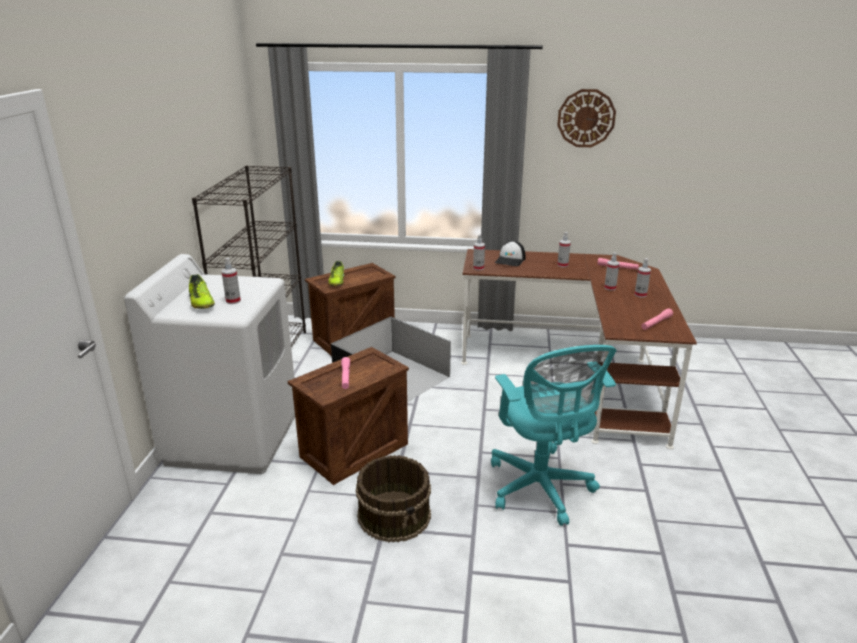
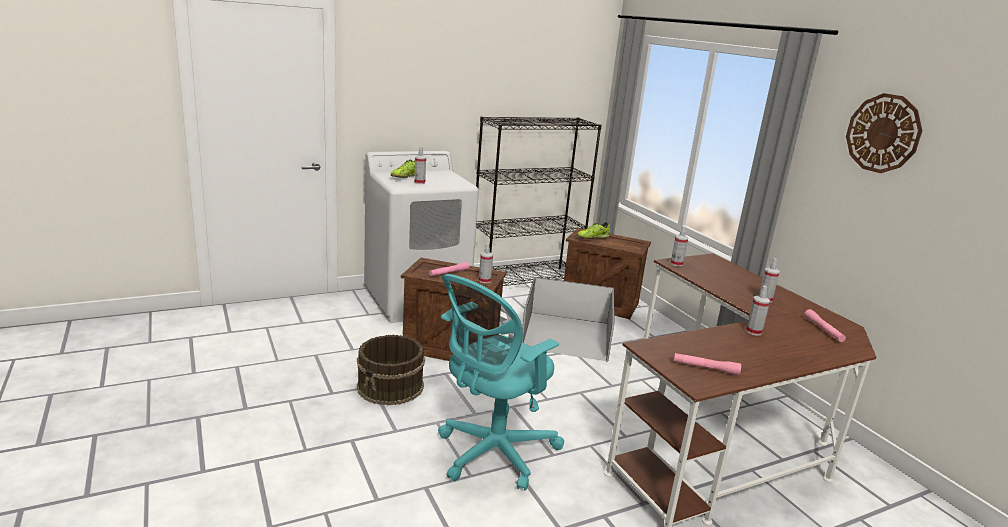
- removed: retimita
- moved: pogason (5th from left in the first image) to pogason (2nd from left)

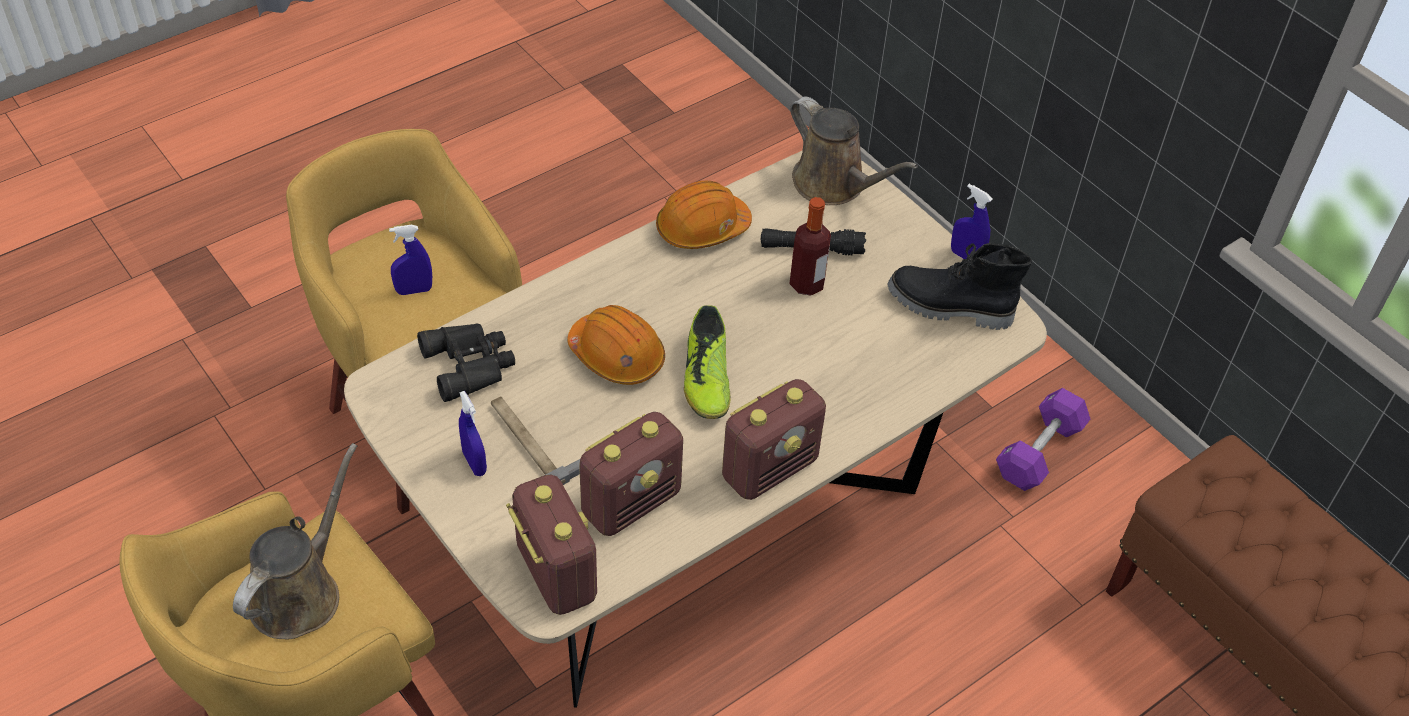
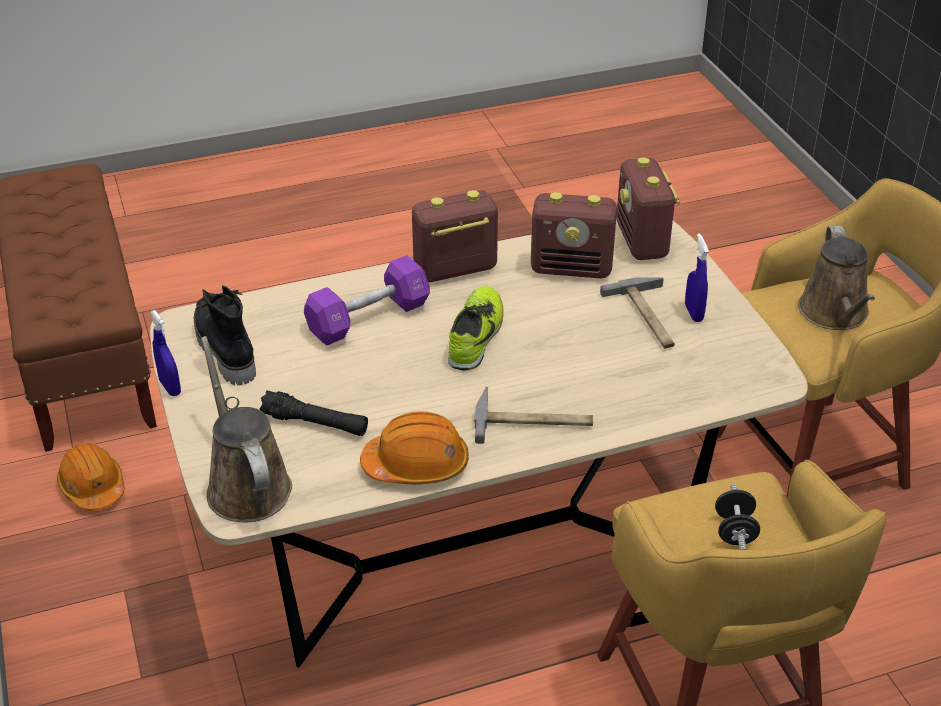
- turned: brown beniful (1st from left in the first image) 45 degrees counterclockwise
- replaced: blue pogason (1st from left) to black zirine
- removed: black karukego
- moved: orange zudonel (1st from left)
- turned: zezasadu (2nd from left) 150 degrees counterclockwise
- removed: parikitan
- turned: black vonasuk 150 degrees counterclockwise
- moved: purple zirine
- added: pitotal (1st from left)

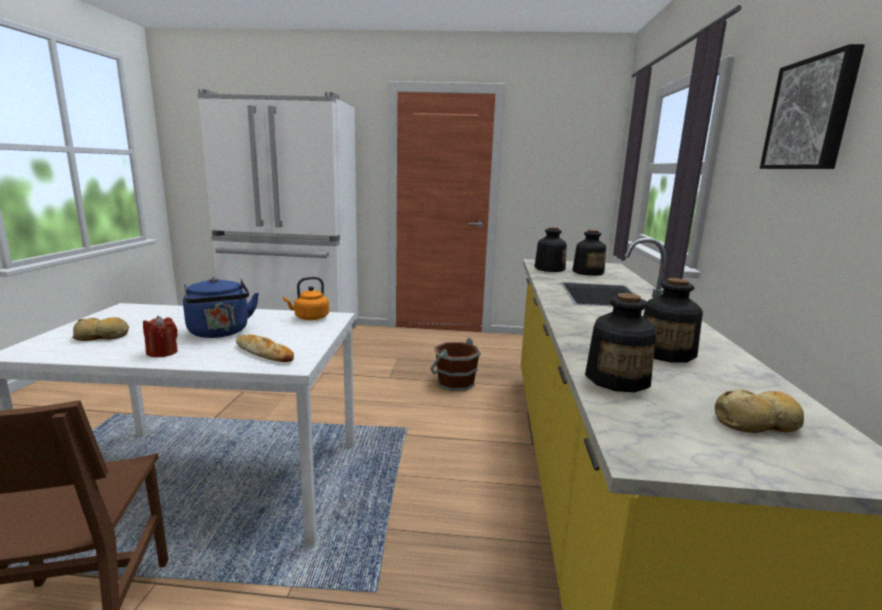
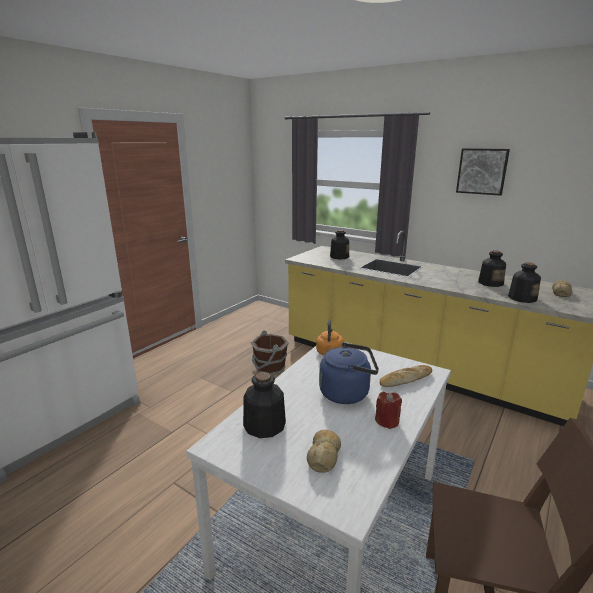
- moved: parikitan (1st from left)

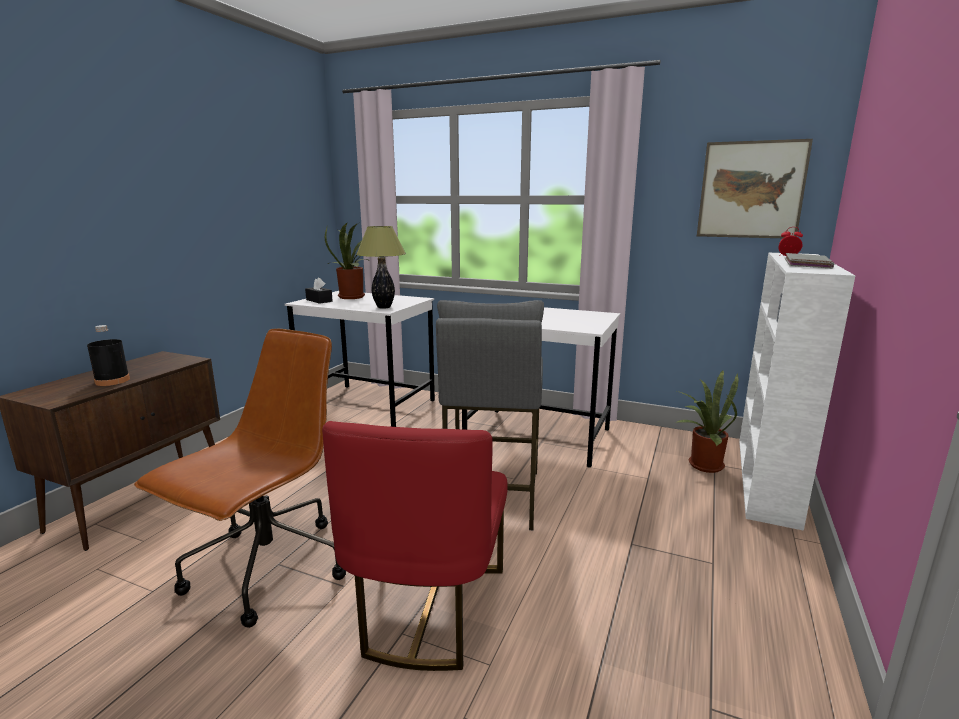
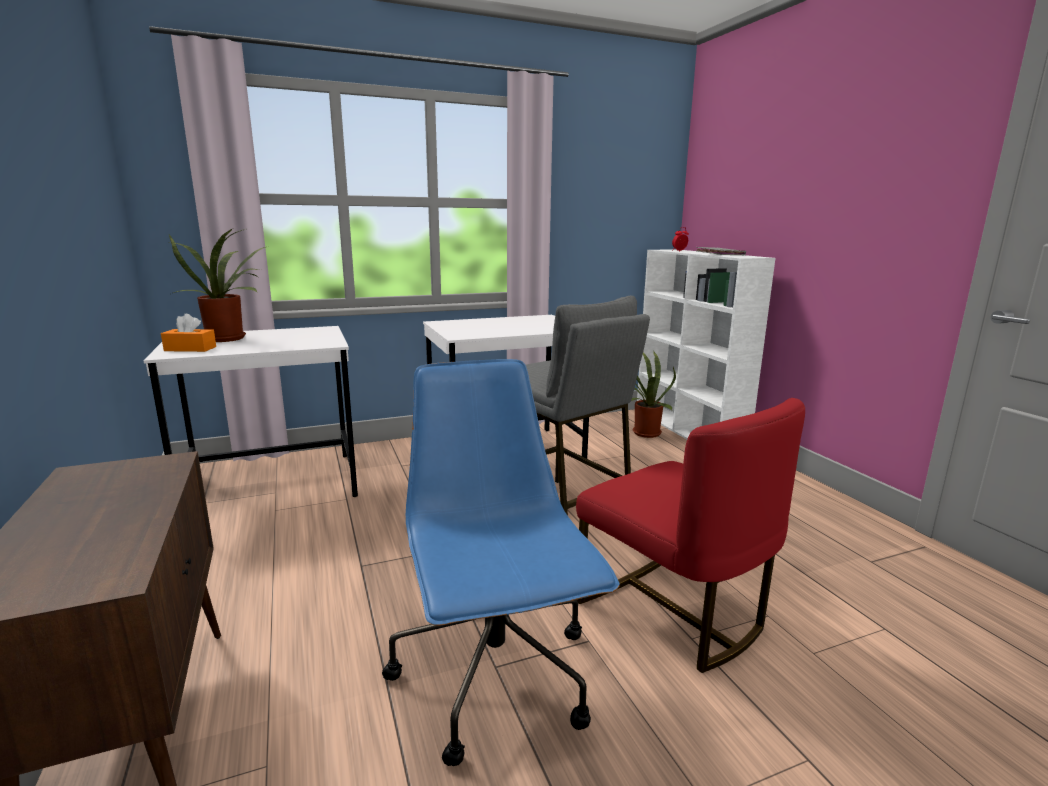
- removed: black parikitan
- recoloured: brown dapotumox to blue dapotumox
- recoloured: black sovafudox to orange sovafudox
- removed: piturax
- removed: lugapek

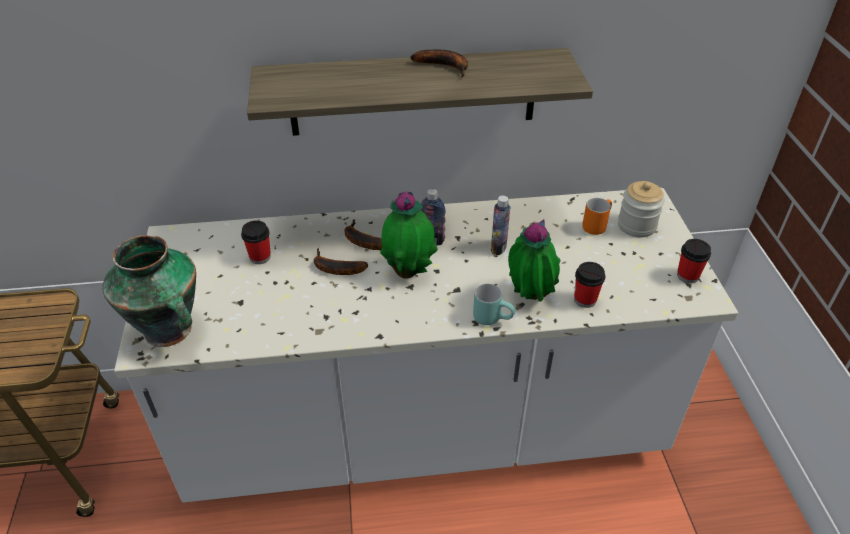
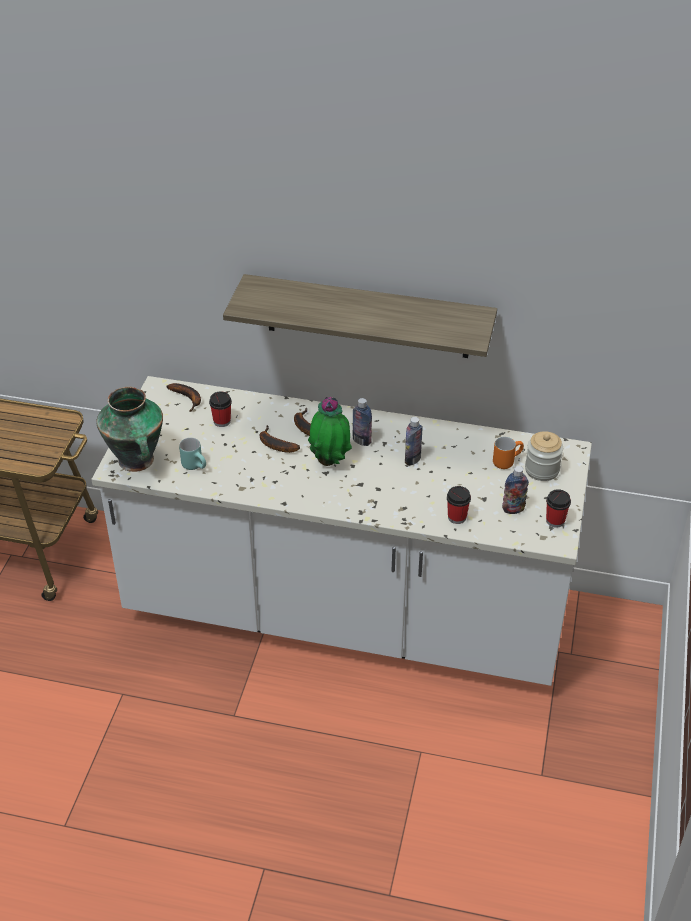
- moved: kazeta (3rd from left in the first image) to kazeta (1st from left)
- moved: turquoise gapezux
- removed: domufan (2nd from left)
- added: parikitan (3rd from left)

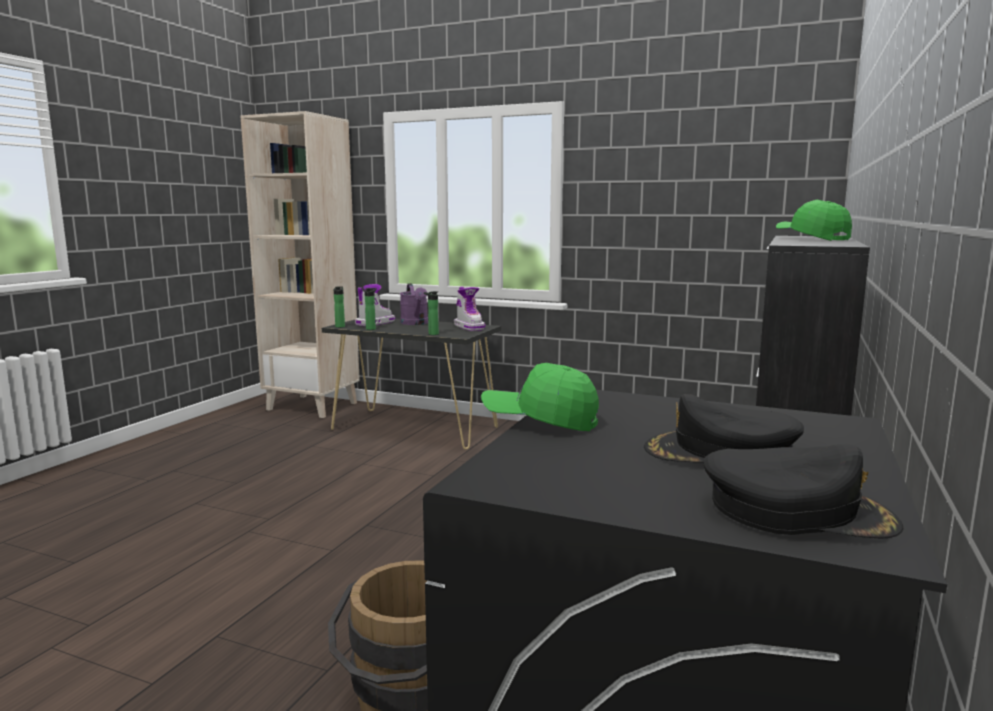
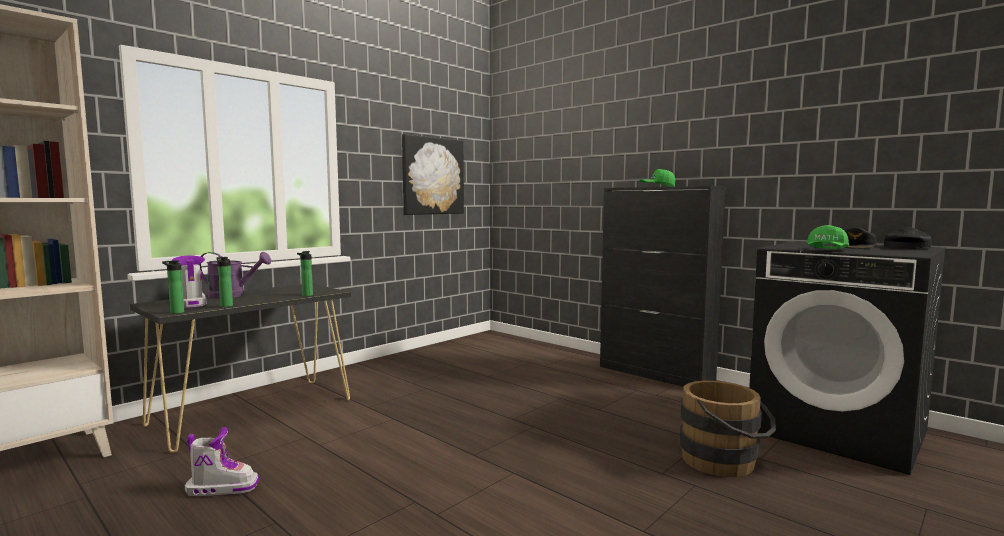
- moved: vonasuk (2nd from left)
- added: lugapek

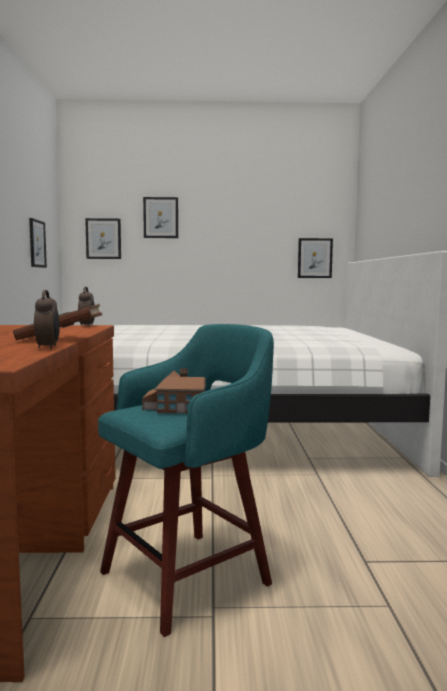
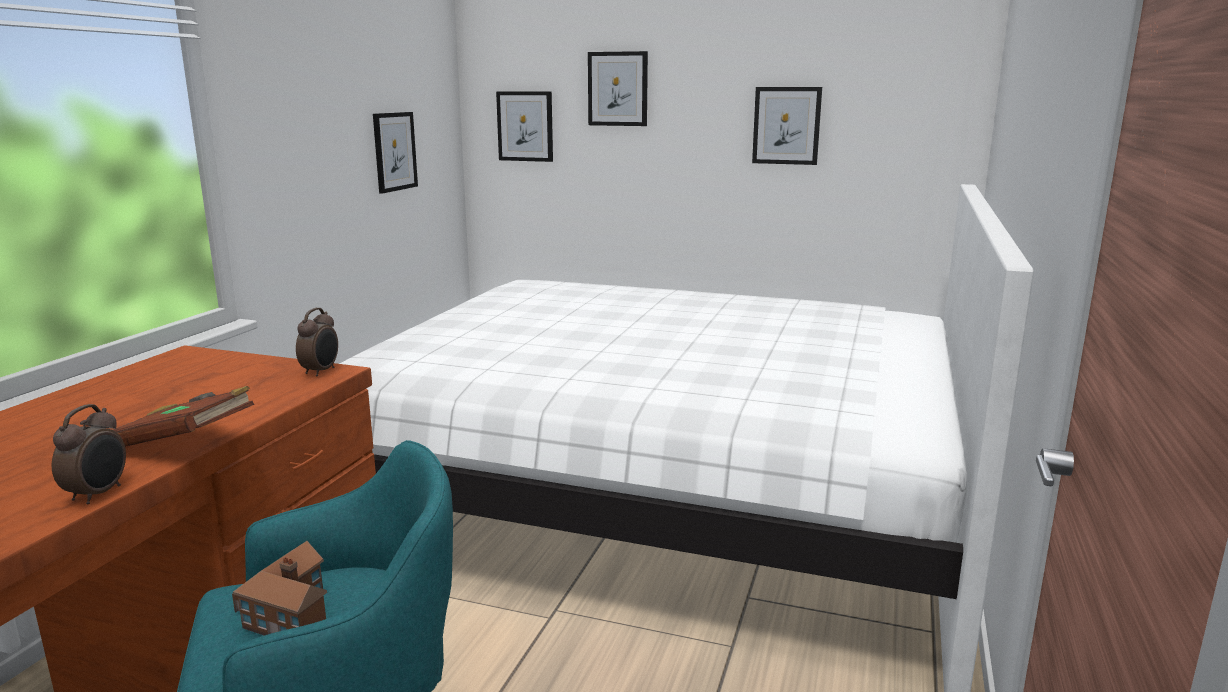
- moved: lugapek (4th from left)

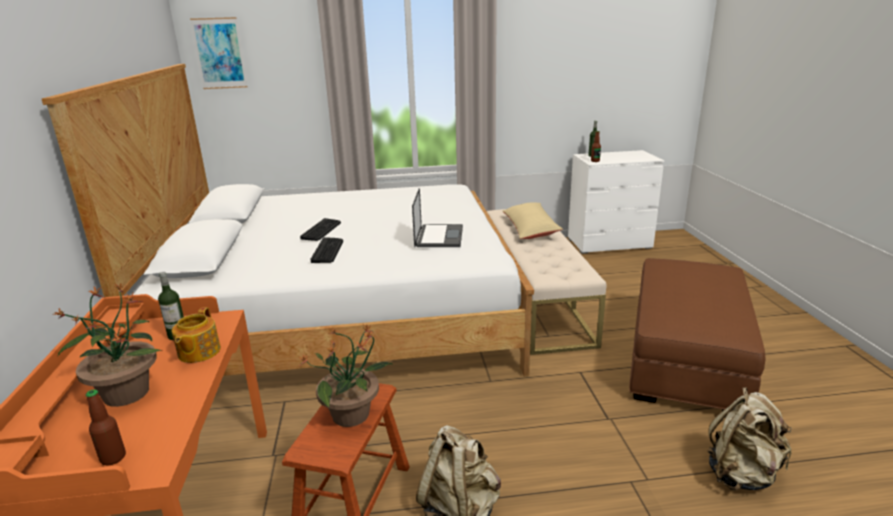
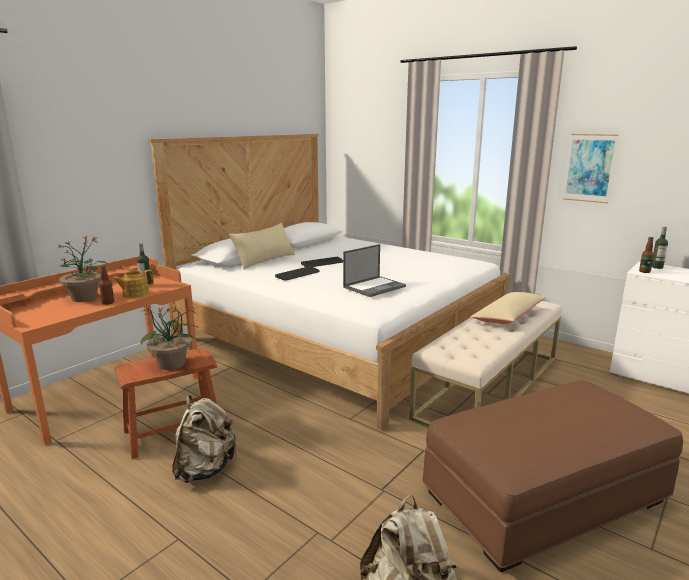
- moved: parikitan (1st from left)
- moved: lugapek
- added: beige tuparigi (1st from left)

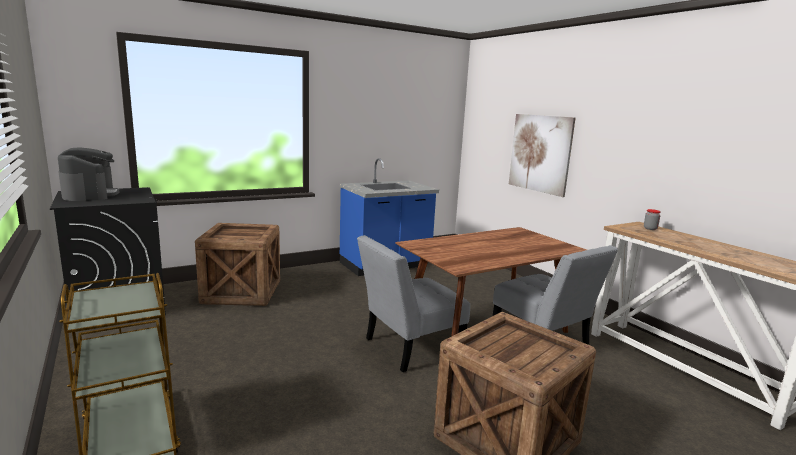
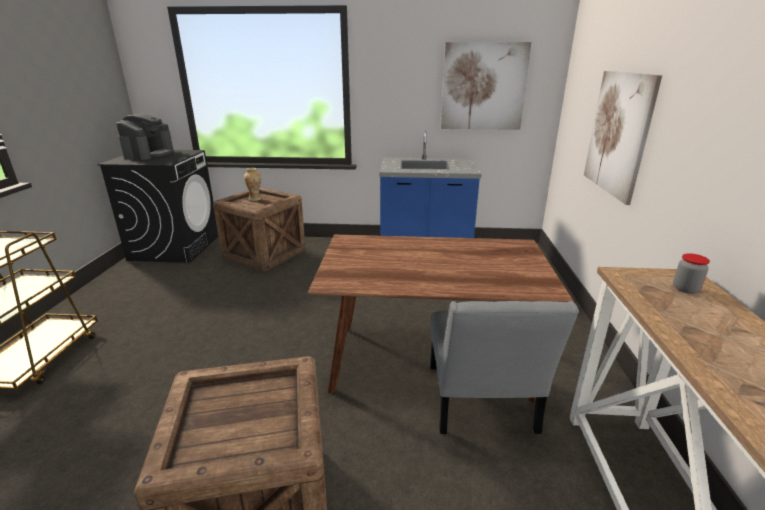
- removed: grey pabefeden (1st from left)
- added: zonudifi
- added: lugapek (1st from left)

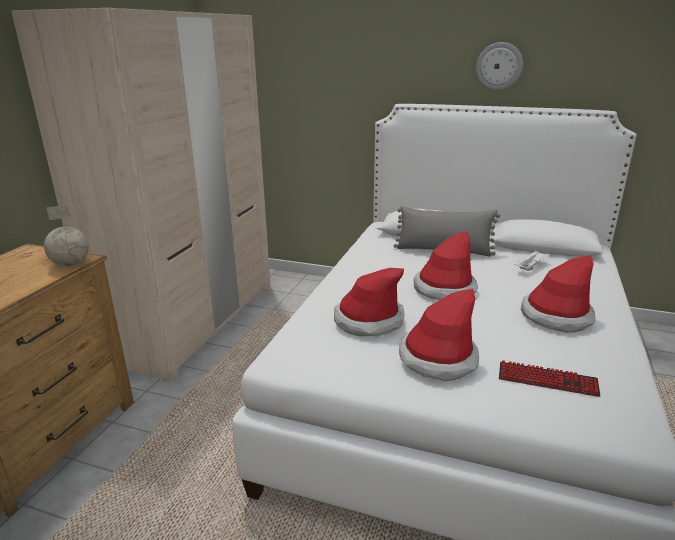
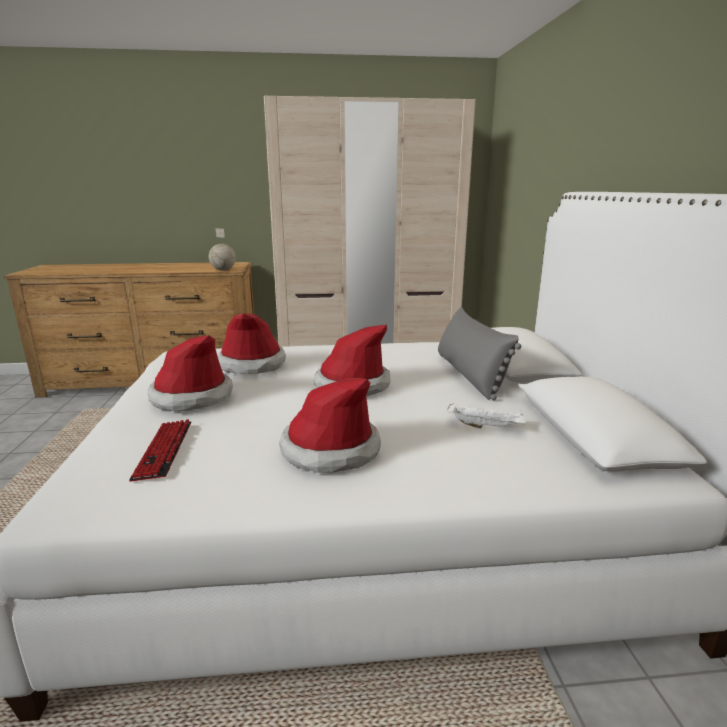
- removed: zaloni

